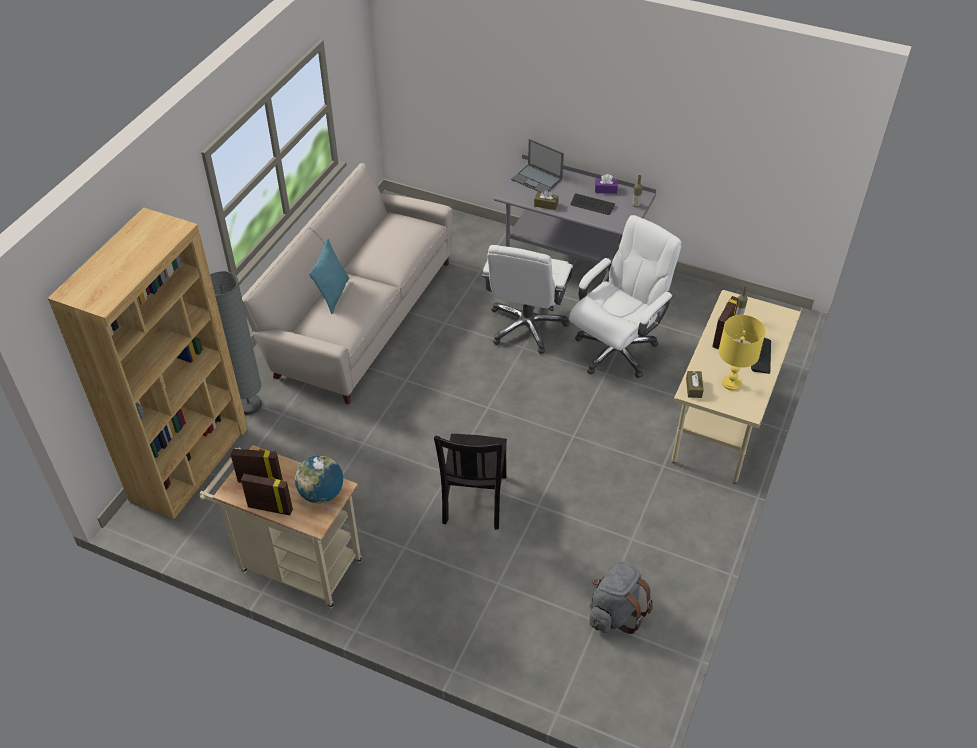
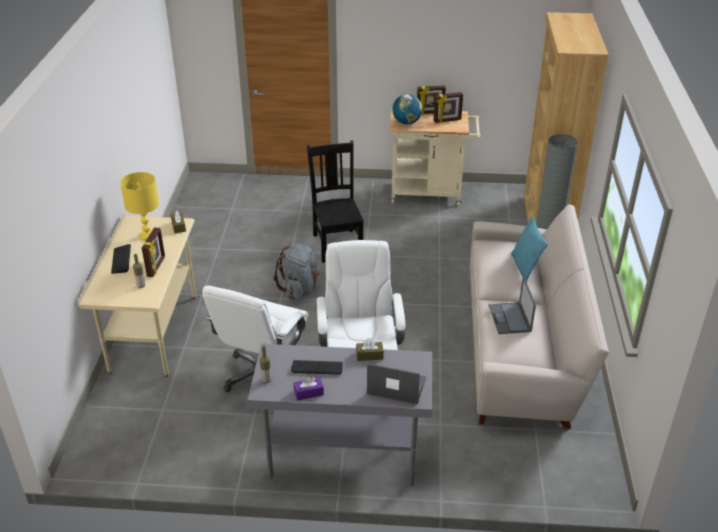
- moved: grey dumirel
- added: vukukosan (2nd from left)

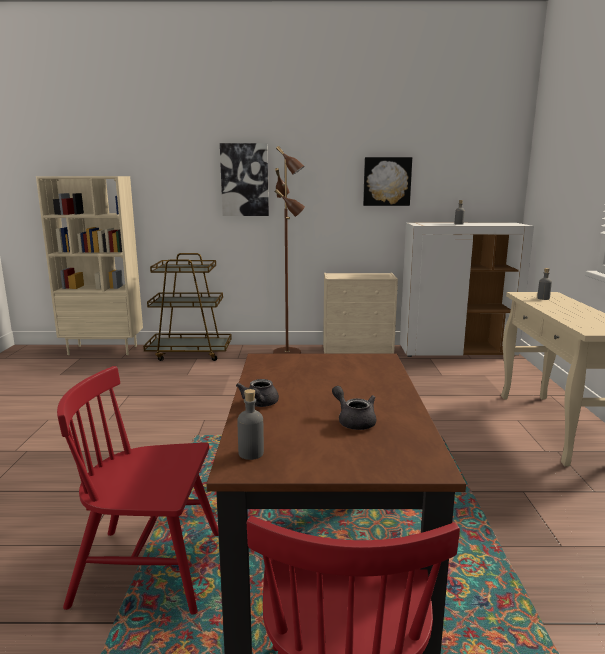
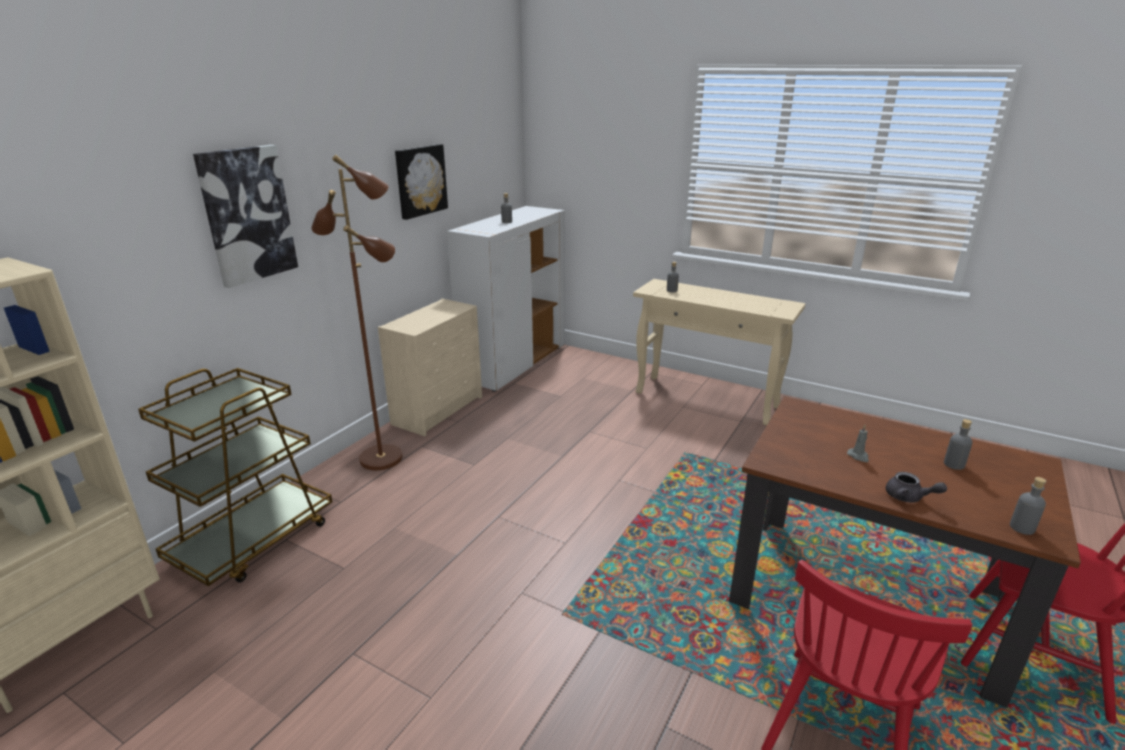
- replaced: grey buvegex (2nd from left) to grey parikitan (3rd from left)
- added: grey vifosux

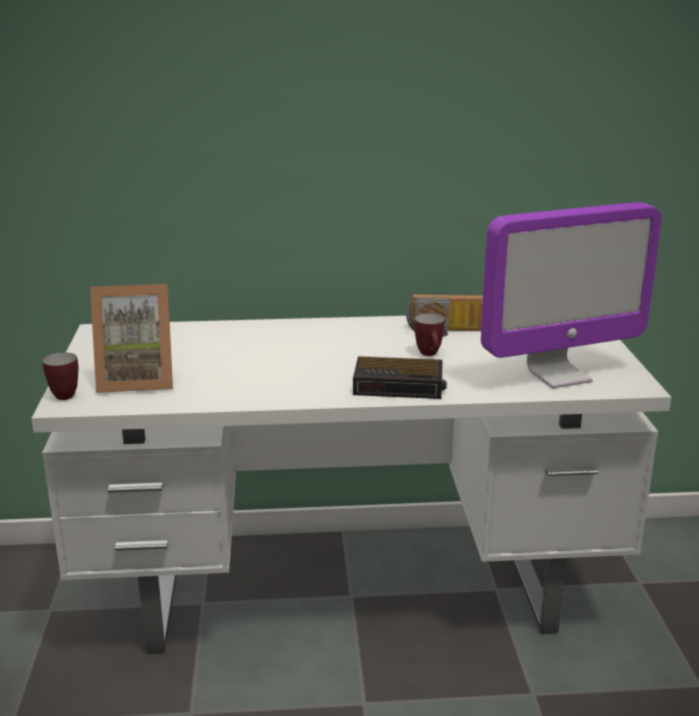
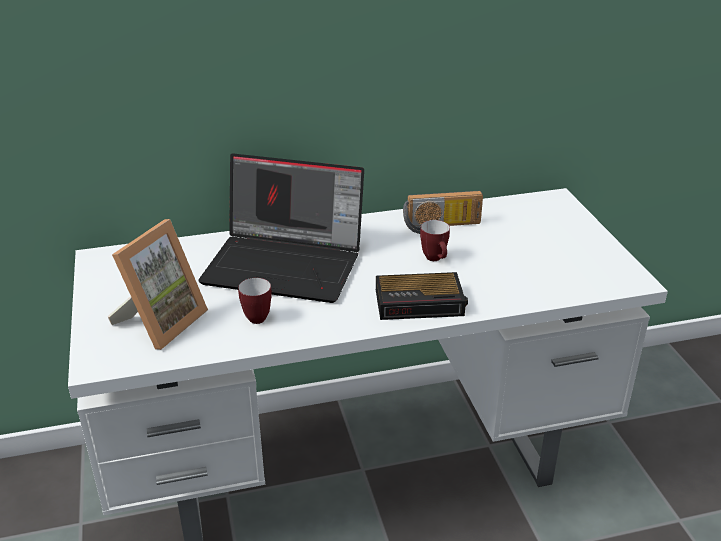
- moved: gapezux (1st from left)
- turned: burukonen 45 degrees counterclockwise
- removed: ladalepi
- added: vukukosan

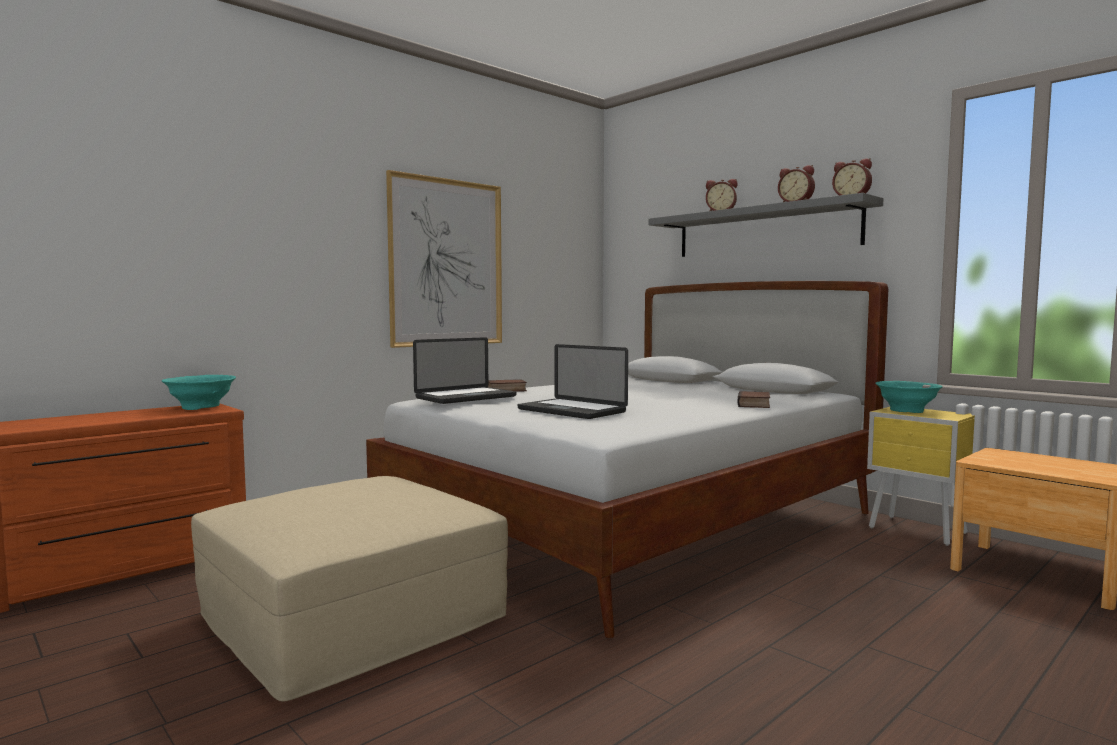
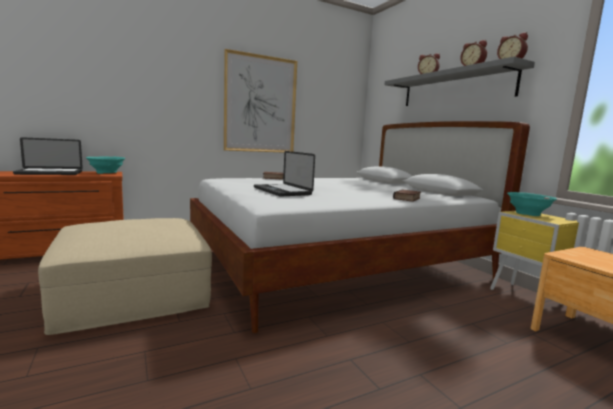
- moved: vukukosan (1st from left)

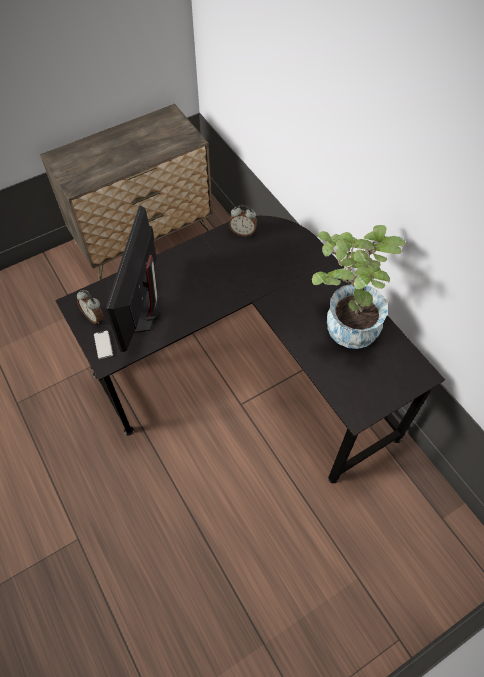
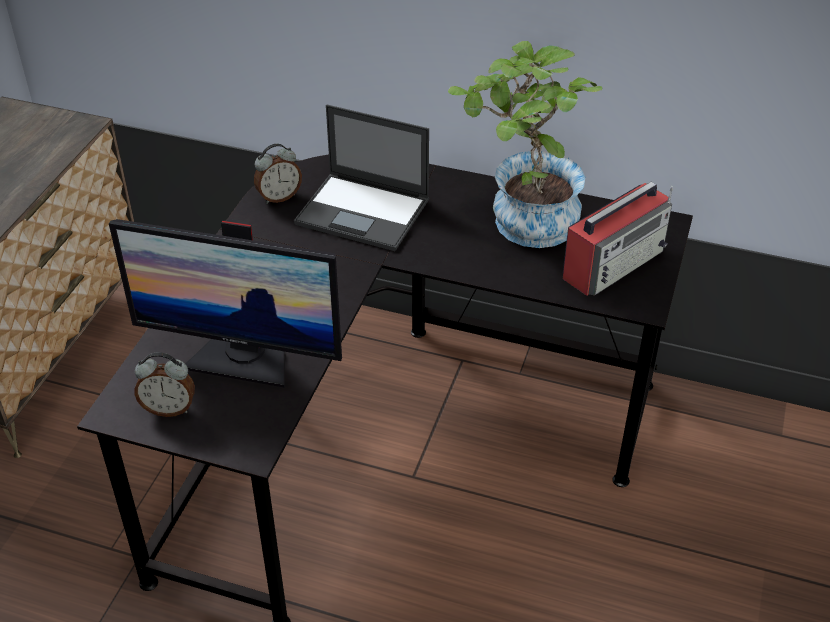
- removed: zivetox
- turned: ladalepi 45 degrees counterclockwise
- added: vukukosan
- added: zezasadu

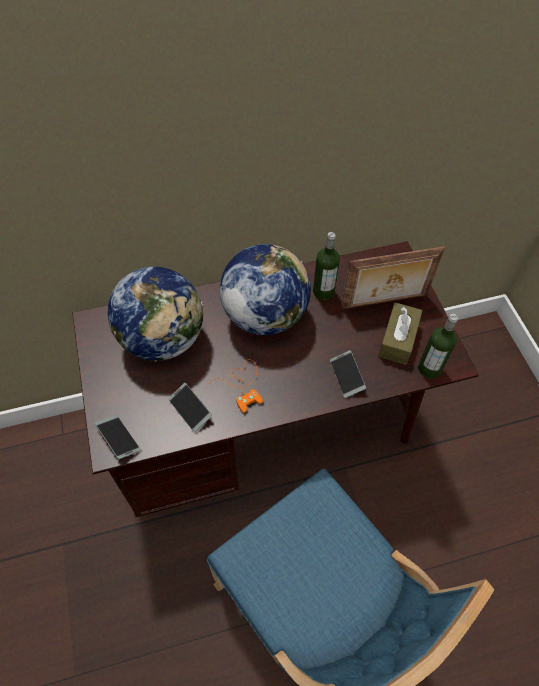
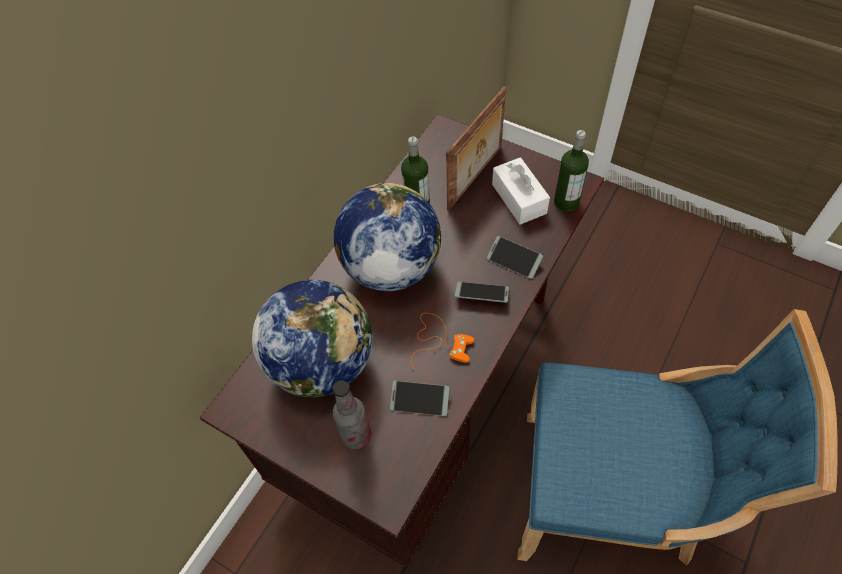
- moved: zivetox (1st from left in the first image) to zivetox (2nd from left)
- recoloured: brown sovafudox to white sovafudox
- added: parikitan (1st from left)

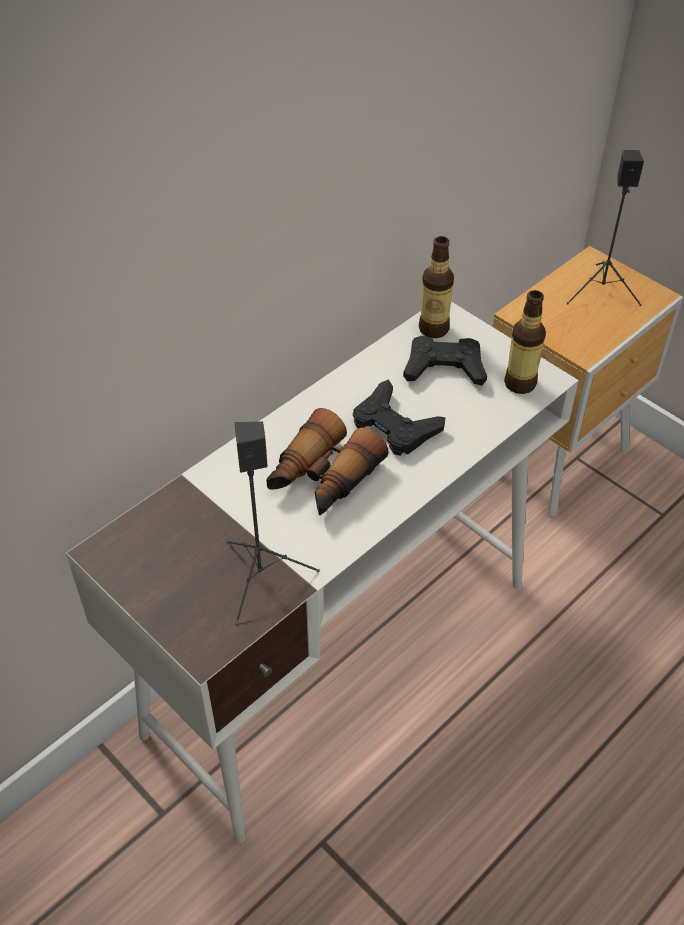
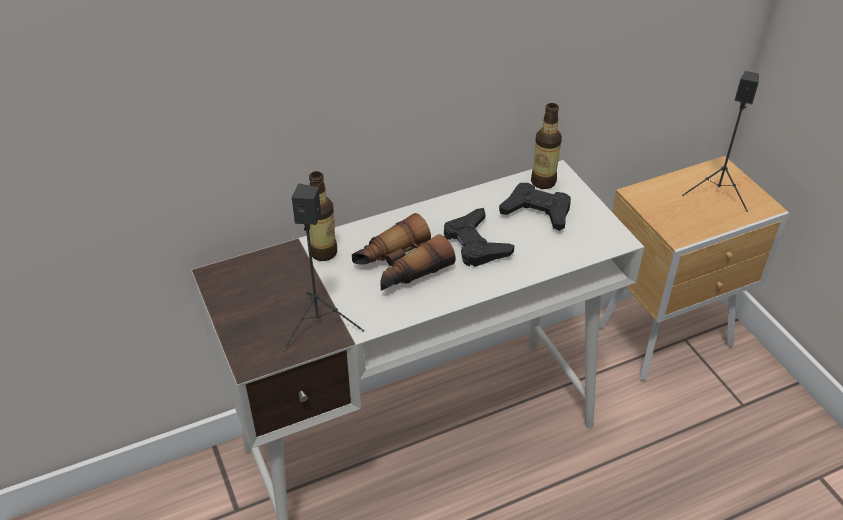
- moved: parikitan (2nd from left in the first image) to parikitan (1st from left)

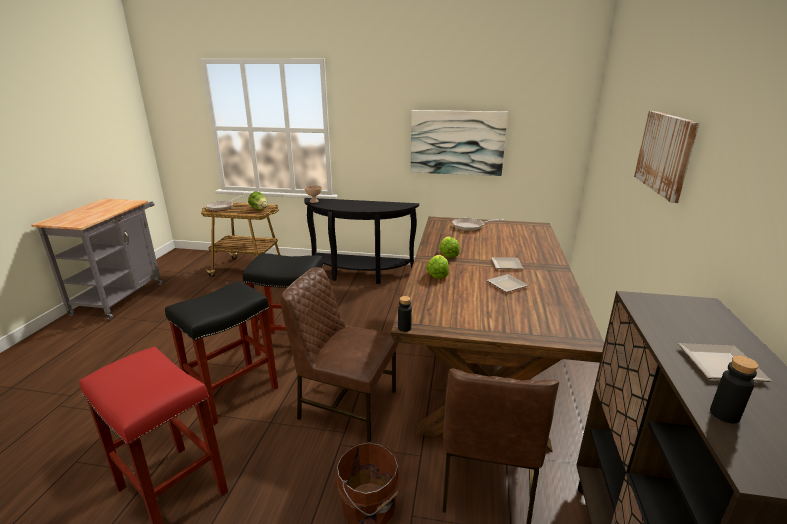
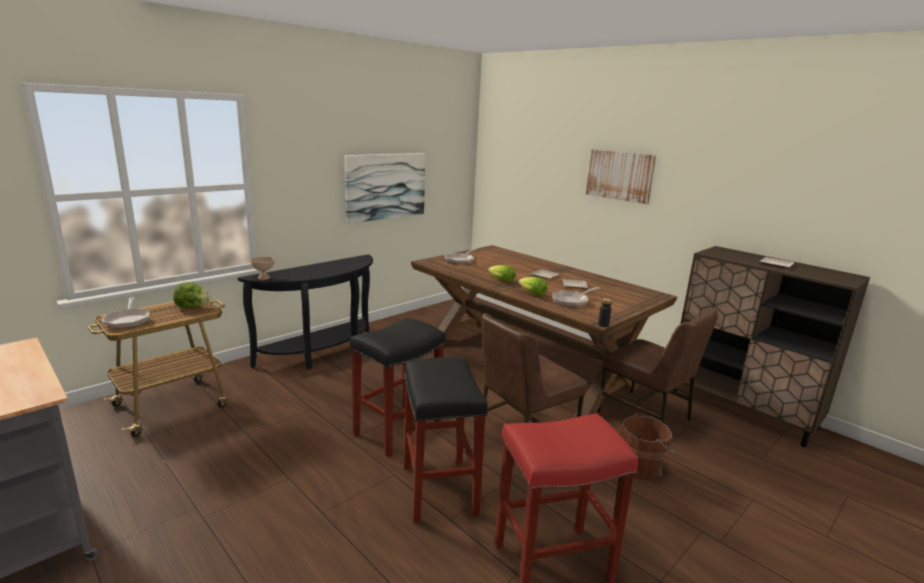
- removed: black parikitan (2nd from left)
- added: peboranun (3rd from left)

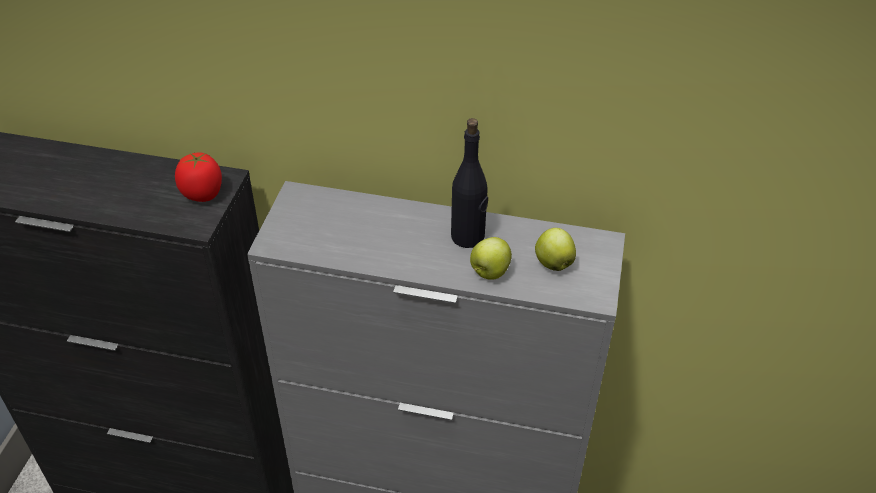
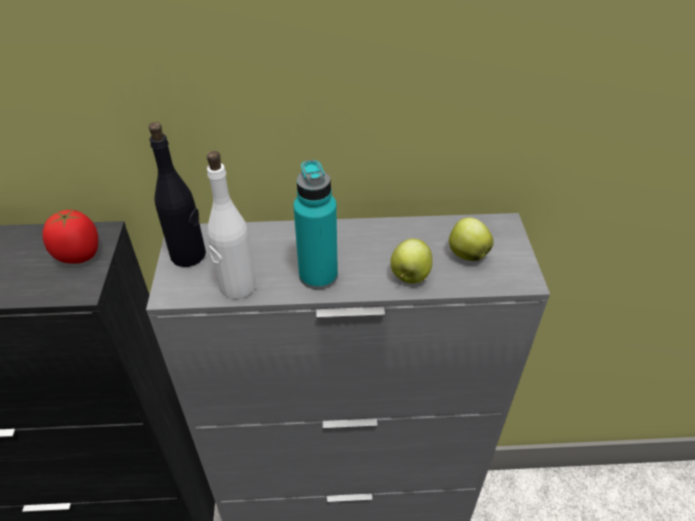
- moved: black parikitan
- added: white parikitan
- added: turquoise parikitan

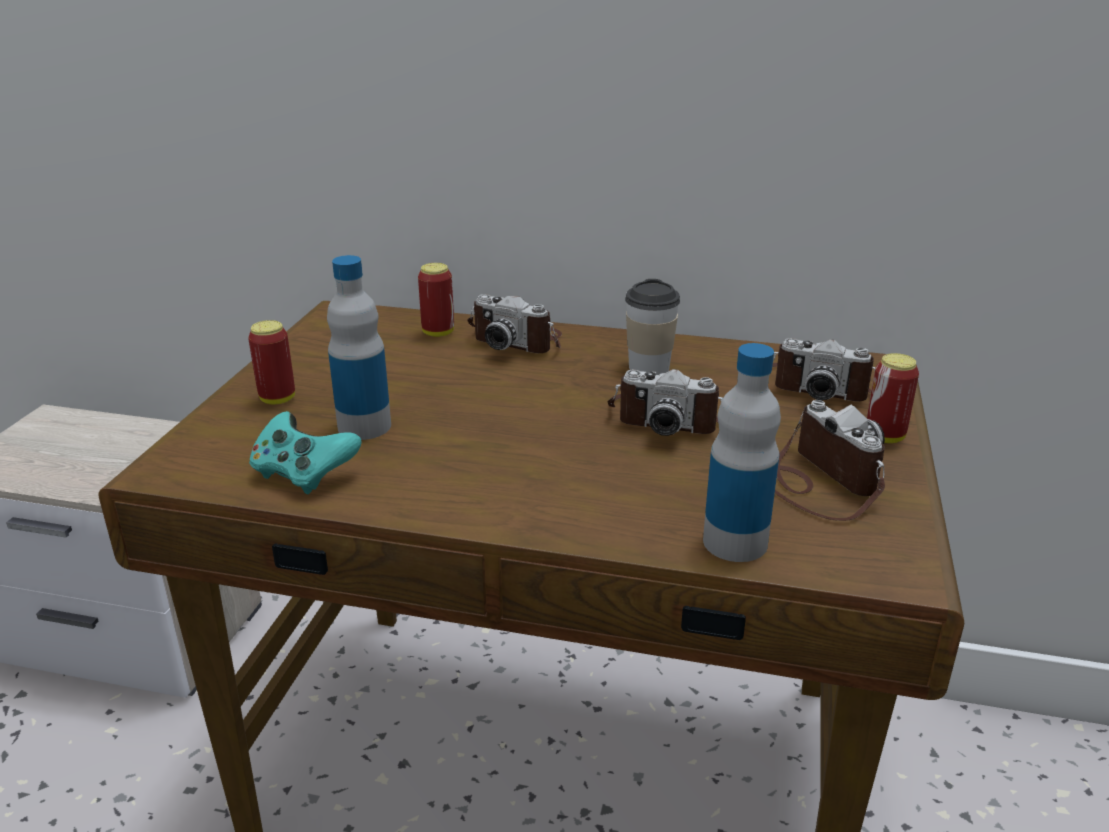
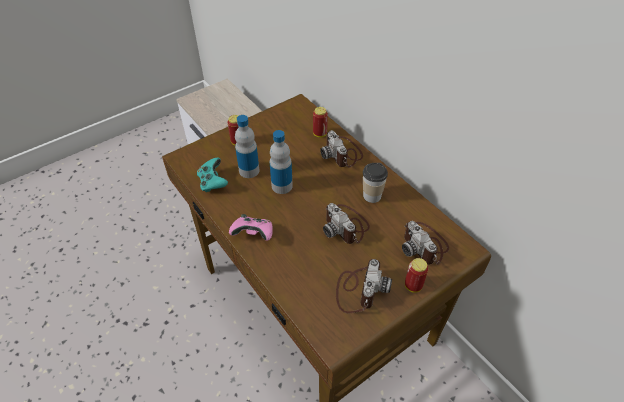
- moved: parikitan (2nd from left)
- added: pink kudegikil

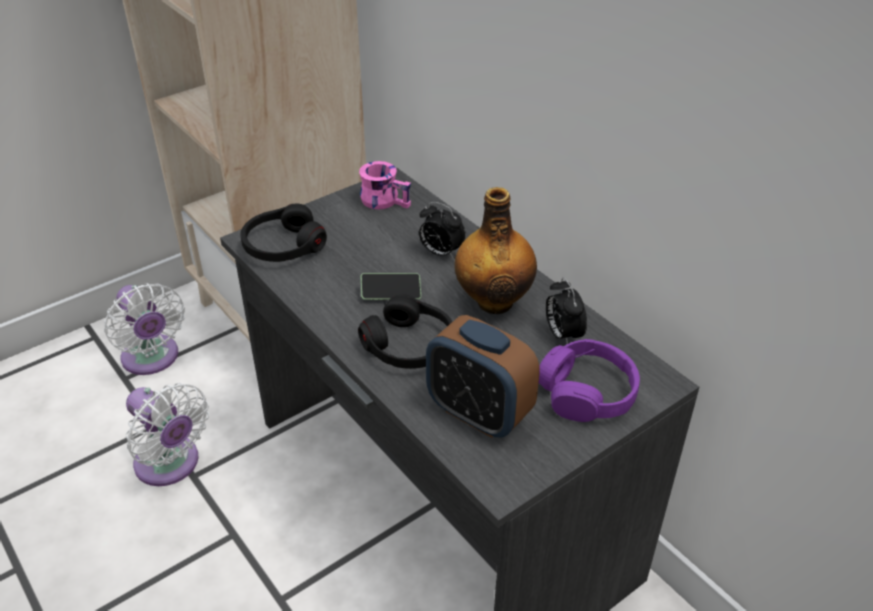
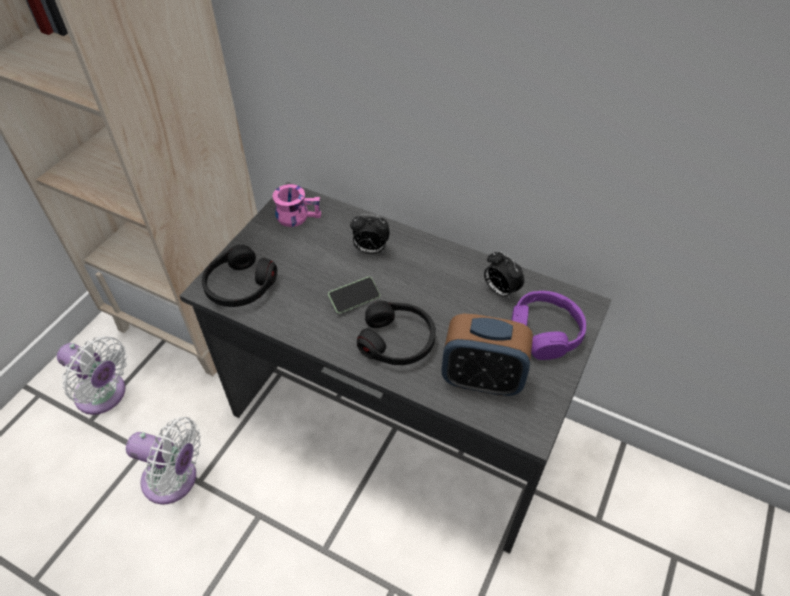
- removed: parikitan

